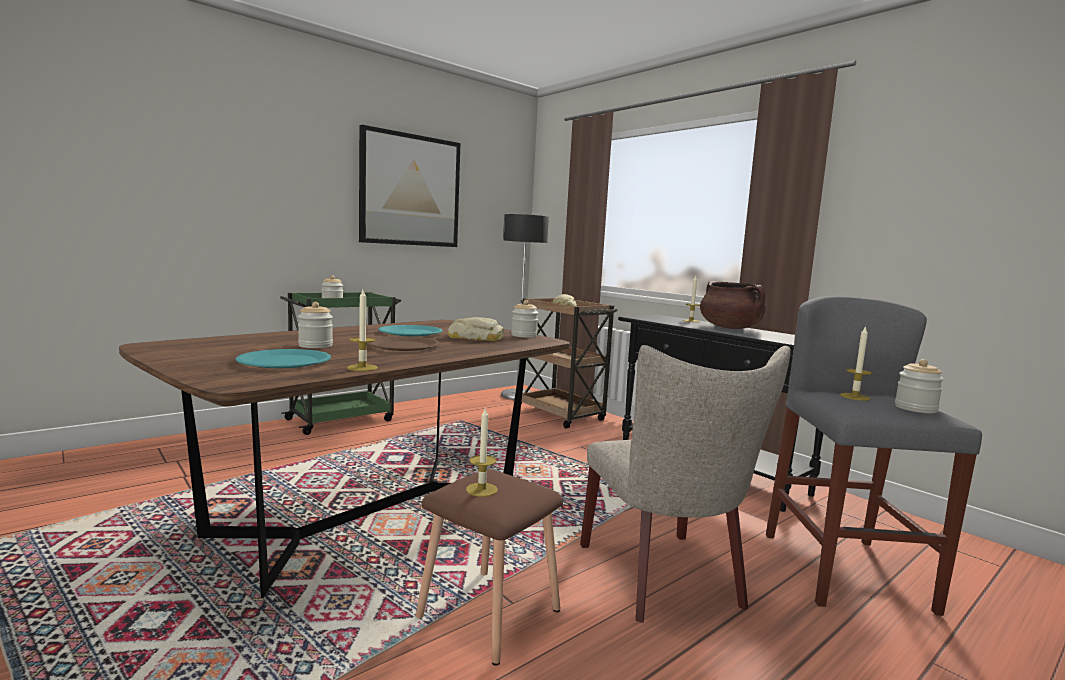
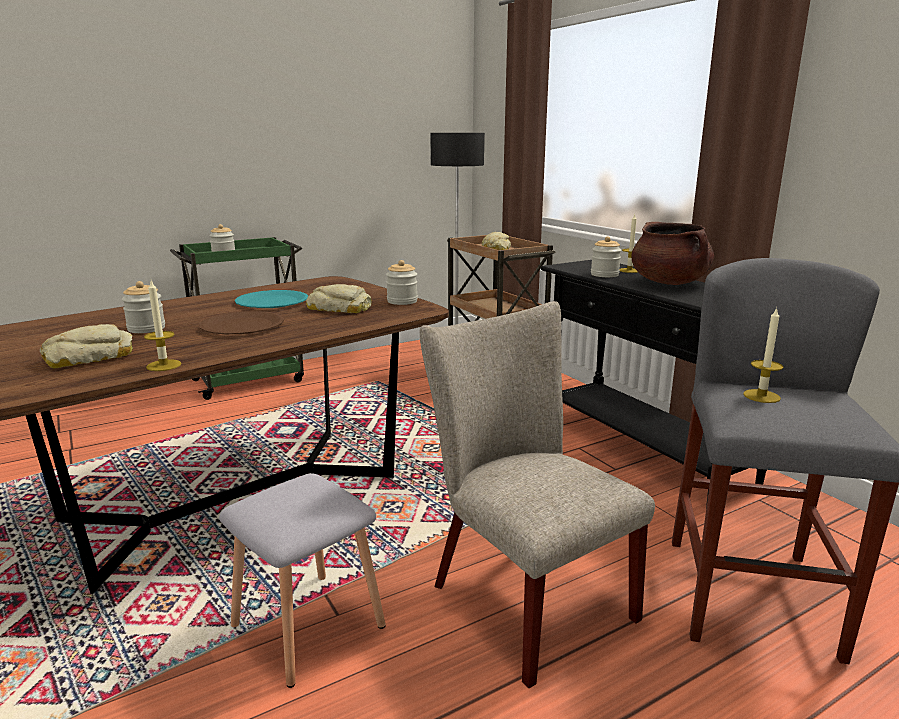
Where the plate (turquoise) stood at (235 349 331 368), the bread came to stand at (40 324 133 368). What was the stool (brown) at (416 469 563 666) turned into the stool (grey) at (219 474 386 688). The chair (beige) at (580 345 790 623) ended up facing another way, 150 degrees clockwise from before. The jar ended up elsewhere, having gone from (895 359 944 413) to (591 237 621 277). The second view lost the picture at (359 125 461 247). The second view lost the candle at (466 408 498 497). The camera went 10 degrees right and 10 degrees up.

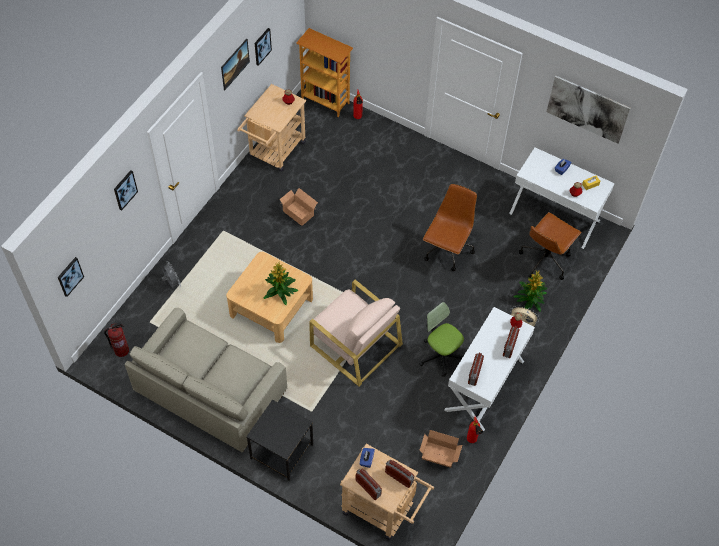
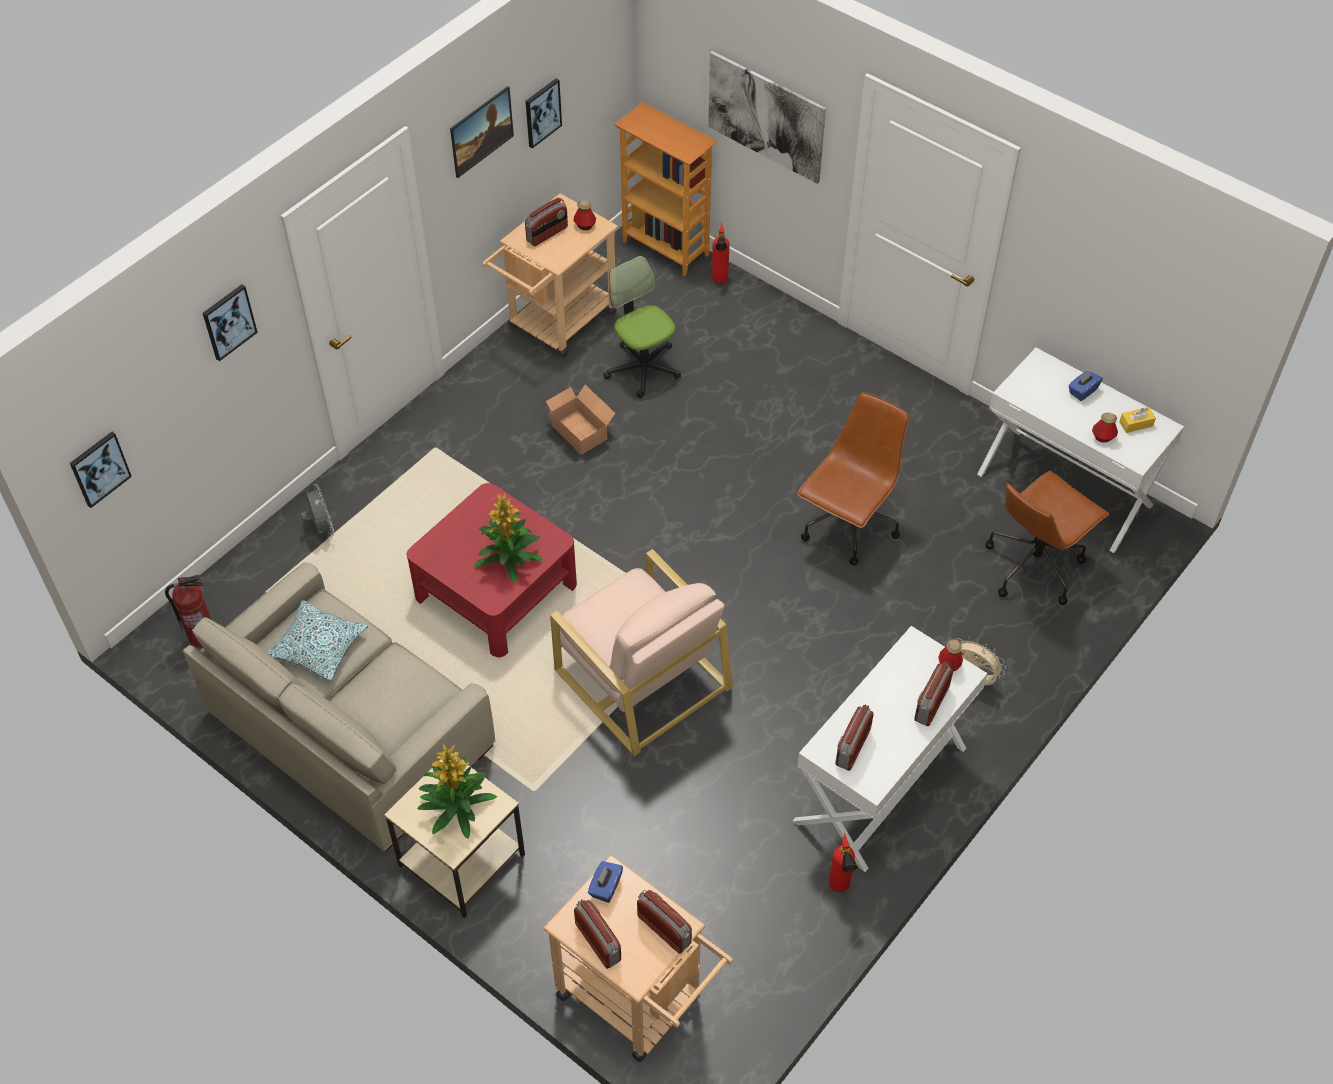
The second view gained the pillow at (267 601 368 680). What was the side table (black) at (246 400 313 481) turned into the side table (beige) at (384 753 525 918). What was the coffee table (beige) at (226 252 313 343) turned into the coffee table (red) at (406 483 577 657). The potted plant ended up elsewhere, having gone from (514 270 548 312) to (417 744 497 839). The second view gained the radio at (525 198 568 246). The office chair ended up elsewhere, having gone from (419 302 464 377) to (603 256 681 398). The picture ended up elsewhere, having gone from (547 76 631 144) to (708 51 826 184). The second view lost the cardboard box at (420 430 462 468). The camera went 10 degrees right and 5 degrees down.

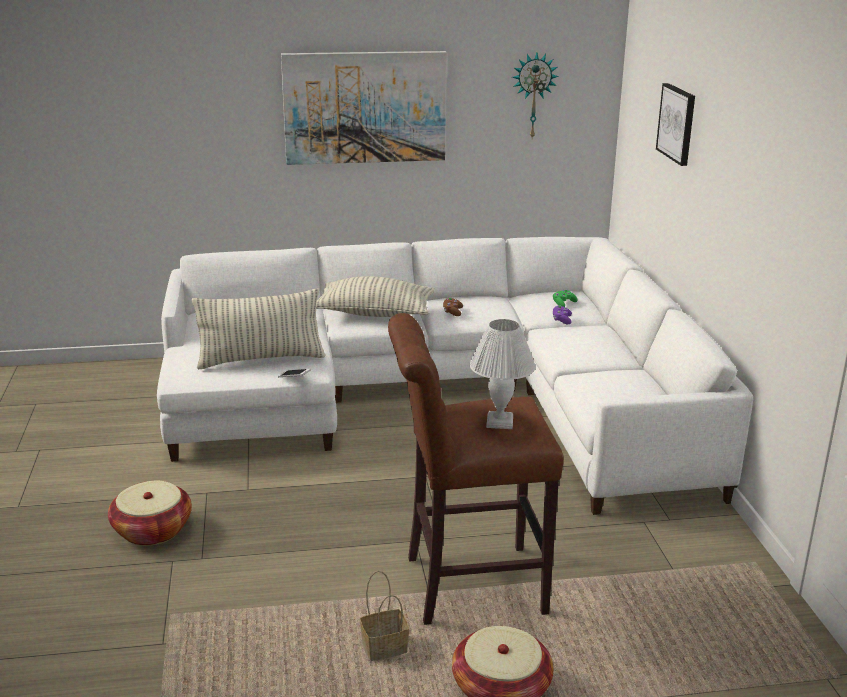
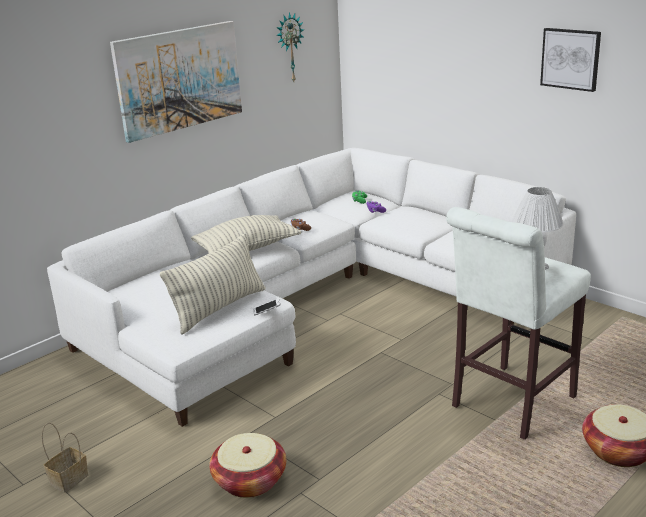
The basket ended up elsewhere, having gone from (360 571 409 661) to (42 423 89 492). What was the stool (brown) at (388 313 564 625) turned into the stool (white) at (446 207 591 440). The picture ended up elsewhere, having gone from (656 83 695 166) to (540 28 601 92). The camera went 35 degrees left and 0 degrees up.

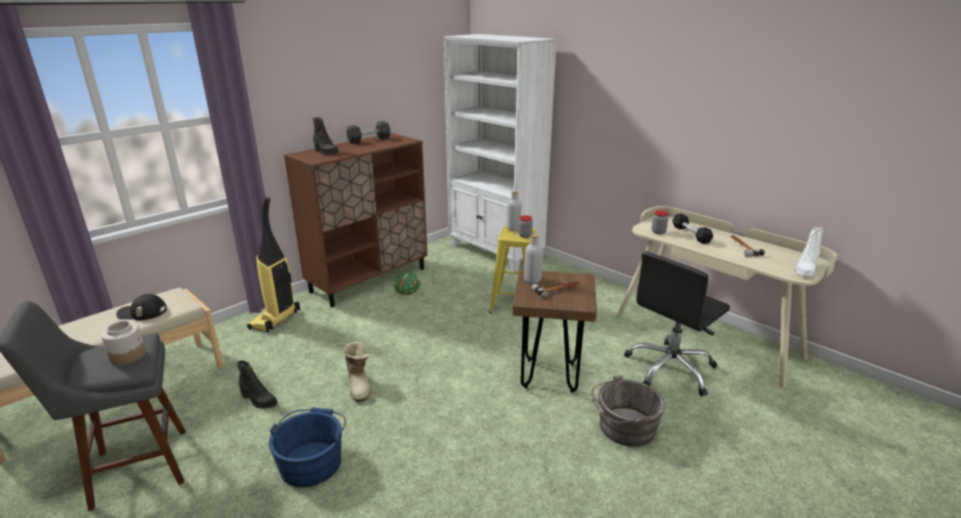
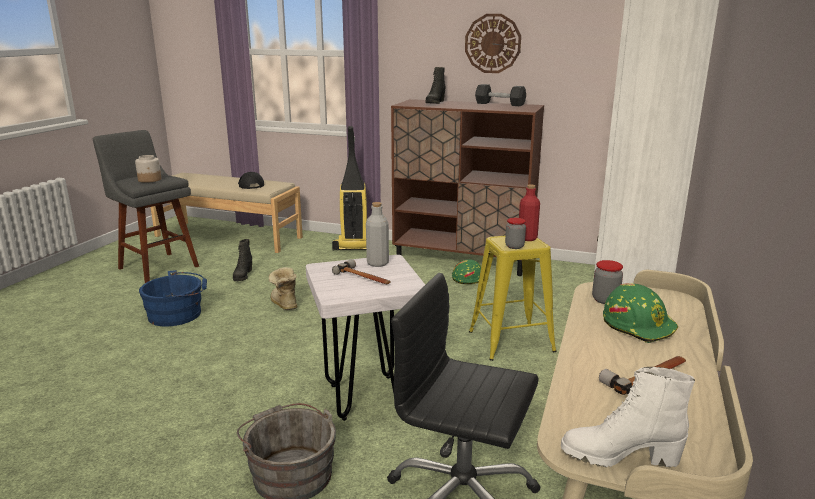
The boot at (345 341 372 402) ended up facing another way, 105 degrees clockwise from before. What was the stool (brown) at (512 270 597 393) turned into the stool (white) at (306 255 425 421). The second view gained the wall clock at (465 14 521 73). What was the bottle (grey) at (507 191 522 231) turned into the bottle (red) at (519 184 540 241). Where the dumbbell (black) stood at (672 214 713 244), the hard hat (green) came to stand at (603 283 678 343). The camera went 65 degrees right and 5 degrees down.

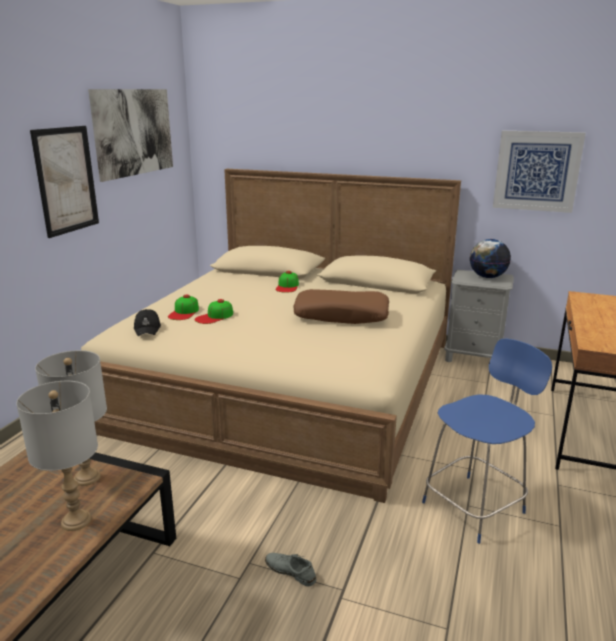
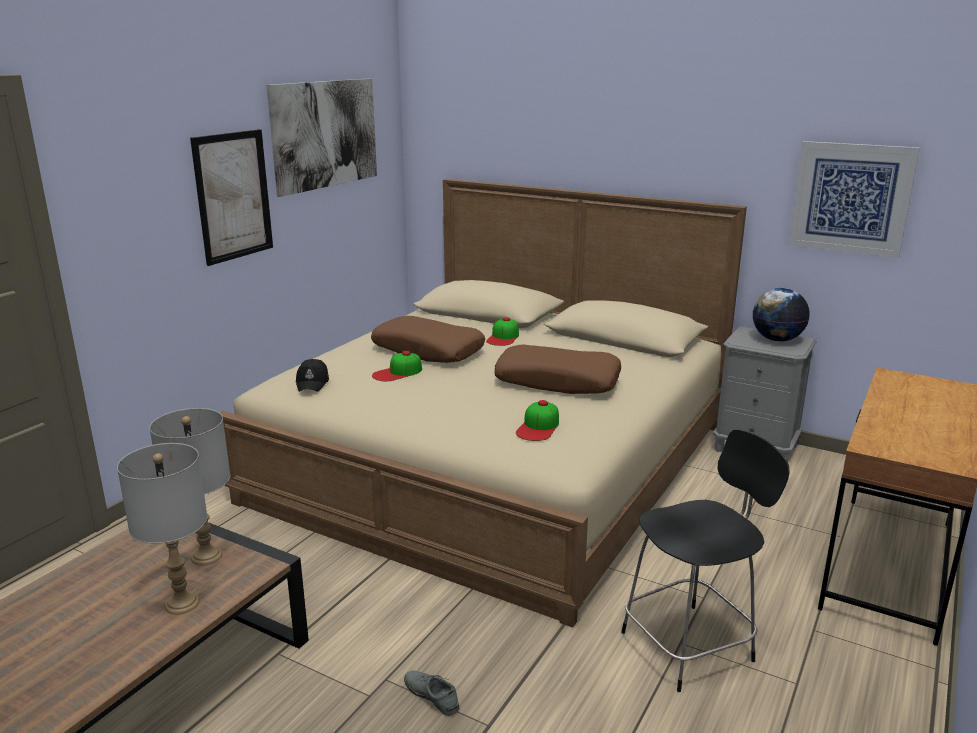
The second view gained the pillow (brown) at (371 316 485 363). The cap ended up elsewhere, having gone from (168 295 199 320) to (516 400 559 441). What was the stool (blue) at (422 339 552 544) turned into the stool (black) at (621 429 790 692). The camera went 10 degrees right and 0 degrees up.

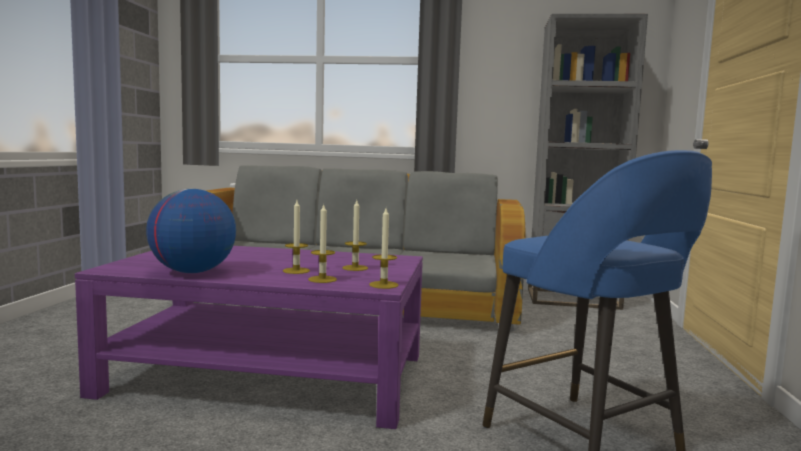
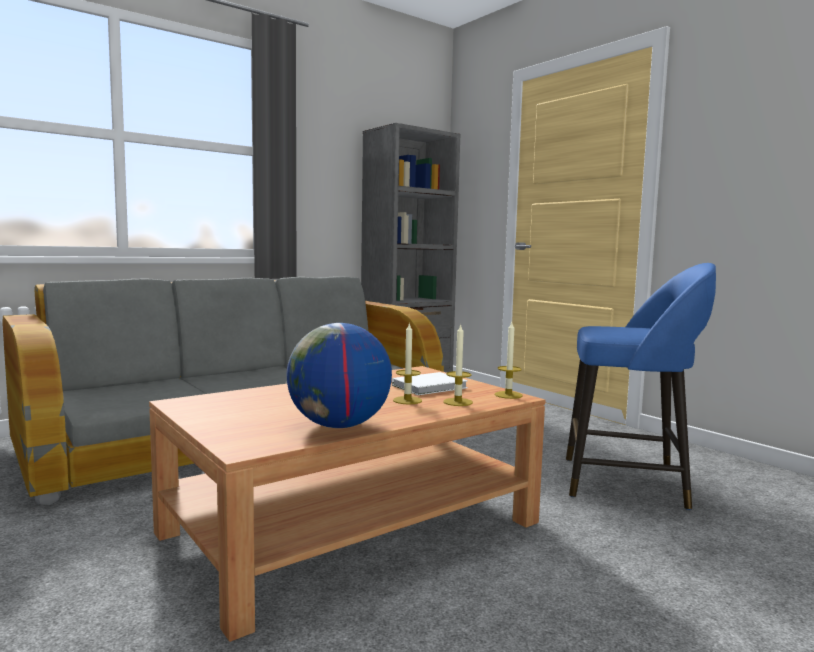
What was the coffee table (purple) at (75 246 423 429) turned into the coffee table (brown) at (149 366 545 642). Where the candle stood at (342 200 368 271), the book (white) came to stand at (392 372 468 395). The camera went 45 degrees left and 0 degrees up.

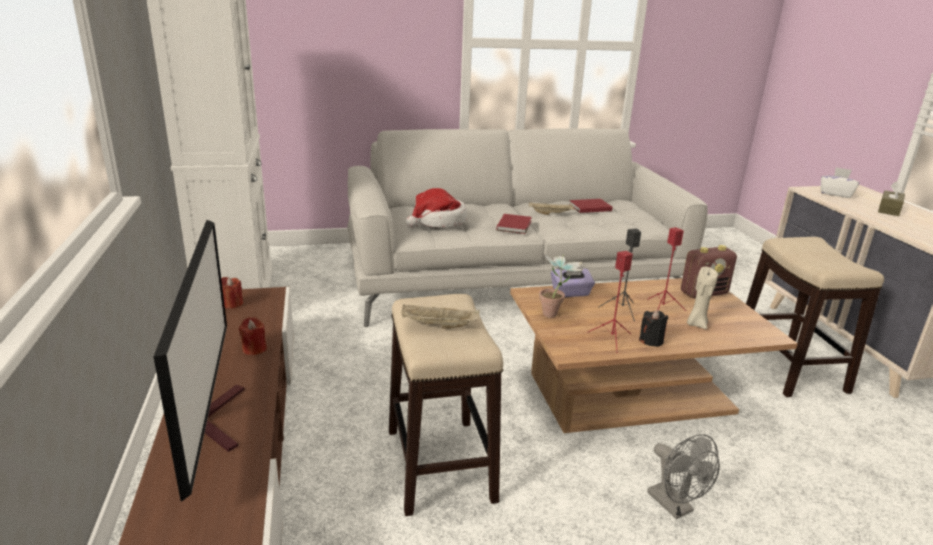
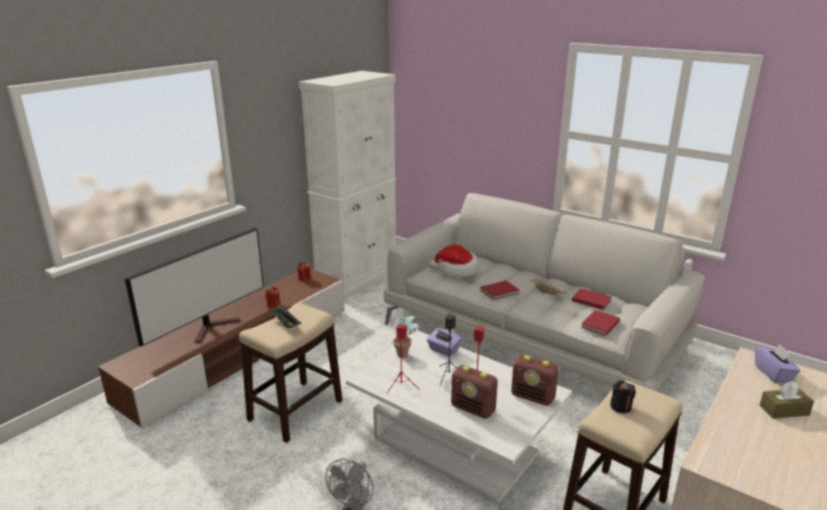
What was the tray (beige) at (401 304 479 329) turned into the tray (black) at (269 304 301 328). What was the coffee table (brown) at (510 278 798 433) turned into the coffee table (white) at (346 330 572 503). Where the candle (beige) stood at (687 267 718 329), the radio came to stand at (451 365 498 419). The second view gained the book (red) at (581 310 620 336). The candle (black) ended up elsewhere, having gone from (639 310 668 347) to (610 380 636 413). What was the tissue box (white) at (821 167 859 198) turned into the tissue box (purple) at (755 344 800 383). The camera went 50 degrees right and 0 degrees up.

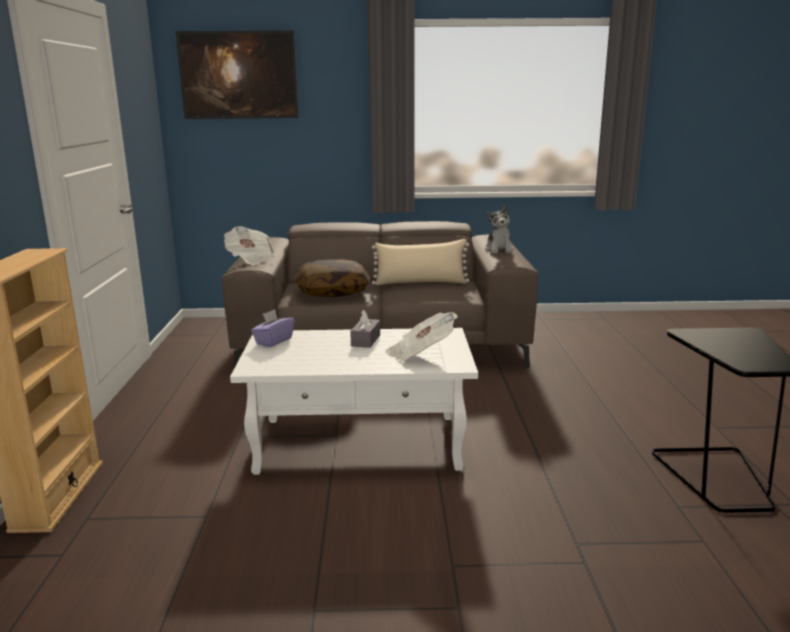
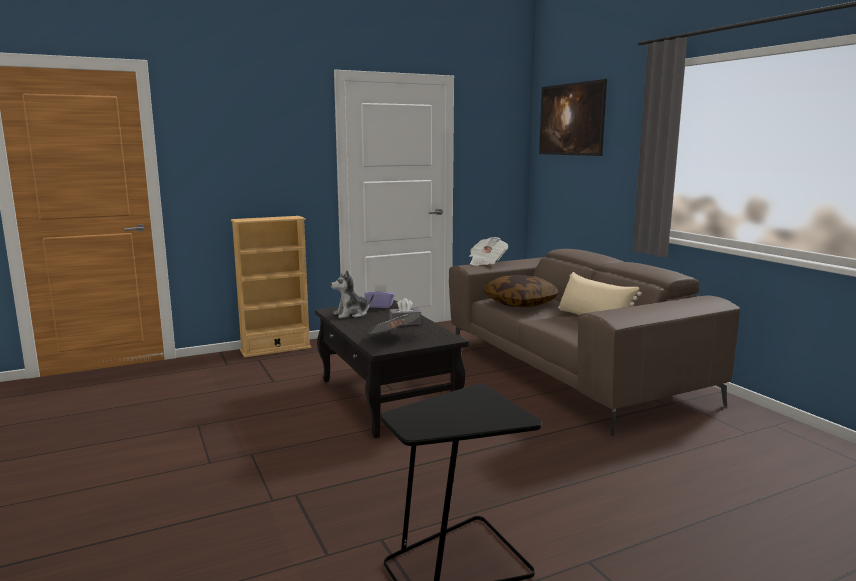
What was the coffee table (white) at (230 328 478 475) turned into the coffee table (black) at (315 300 469 438). The plush toy ended up elsewhere, having gone from (485 205 514 253) to (331 270 374 318). The camera went 65 degrees right and 5 degrees down.

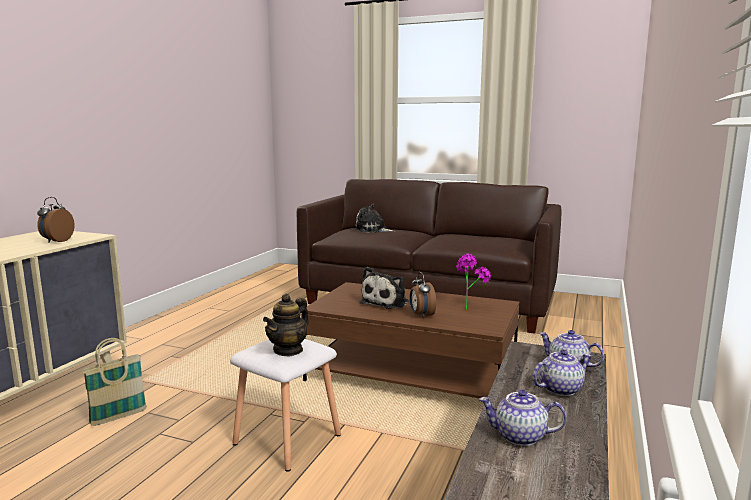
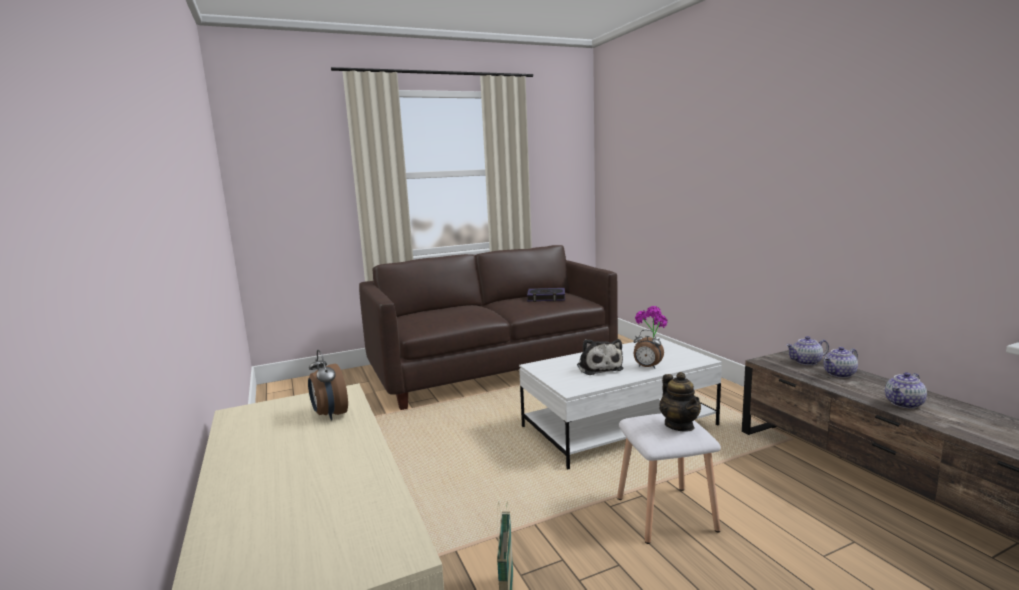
What was the coffee table (brown) at (301 282 519 398) turned into the coffee table (white) at (519 337 722 469). The second view gained the book at (527 288 565 302). The teapot at (532 350 591 396) ended up facing another way, 135 degrees counterclockwise from before. The second view lost the plush toy at (355 204 394 233). The camera went 45 degrees left and 0 degrees up.

